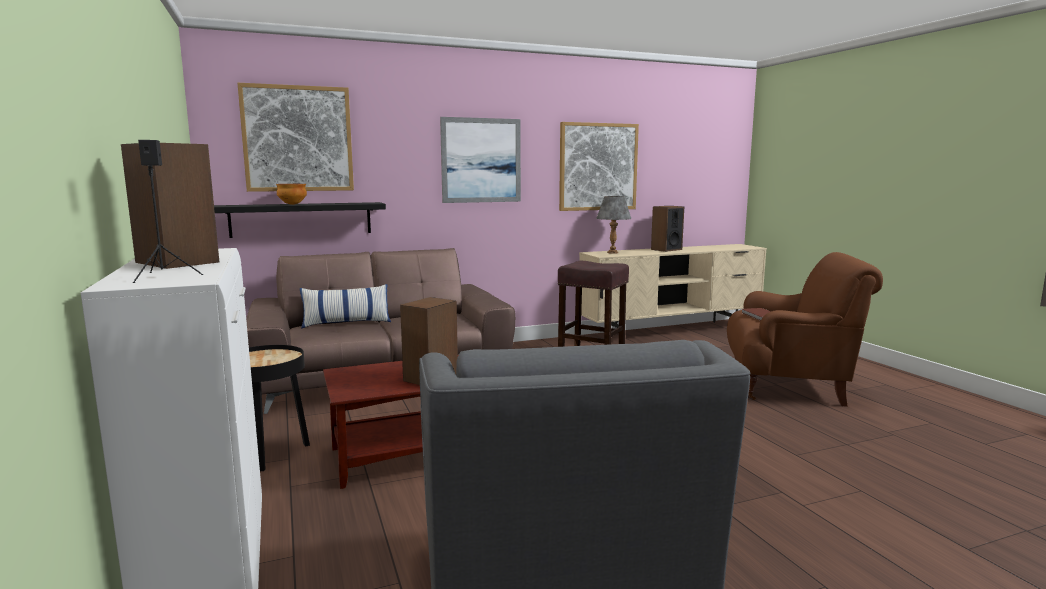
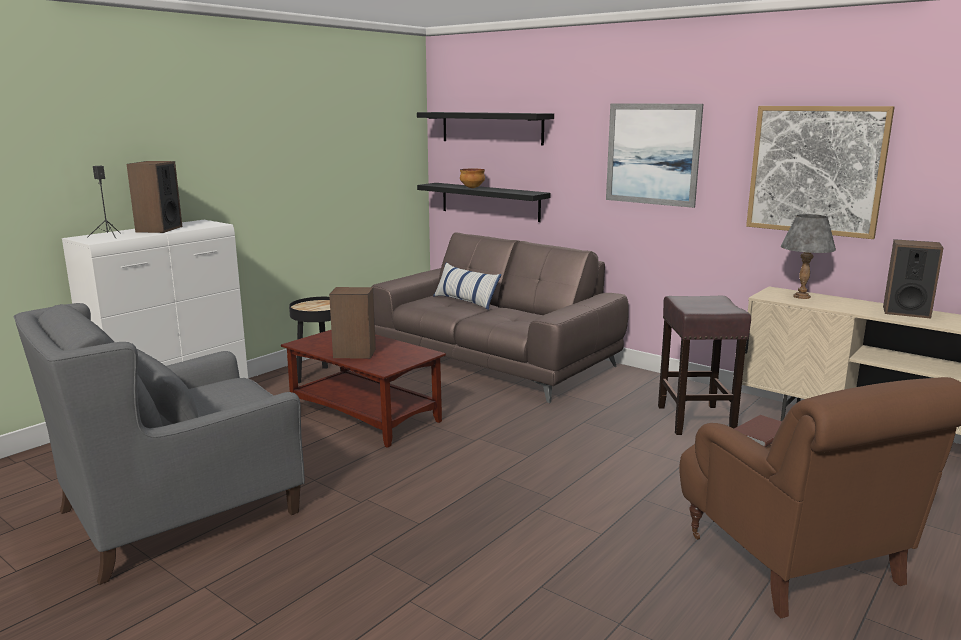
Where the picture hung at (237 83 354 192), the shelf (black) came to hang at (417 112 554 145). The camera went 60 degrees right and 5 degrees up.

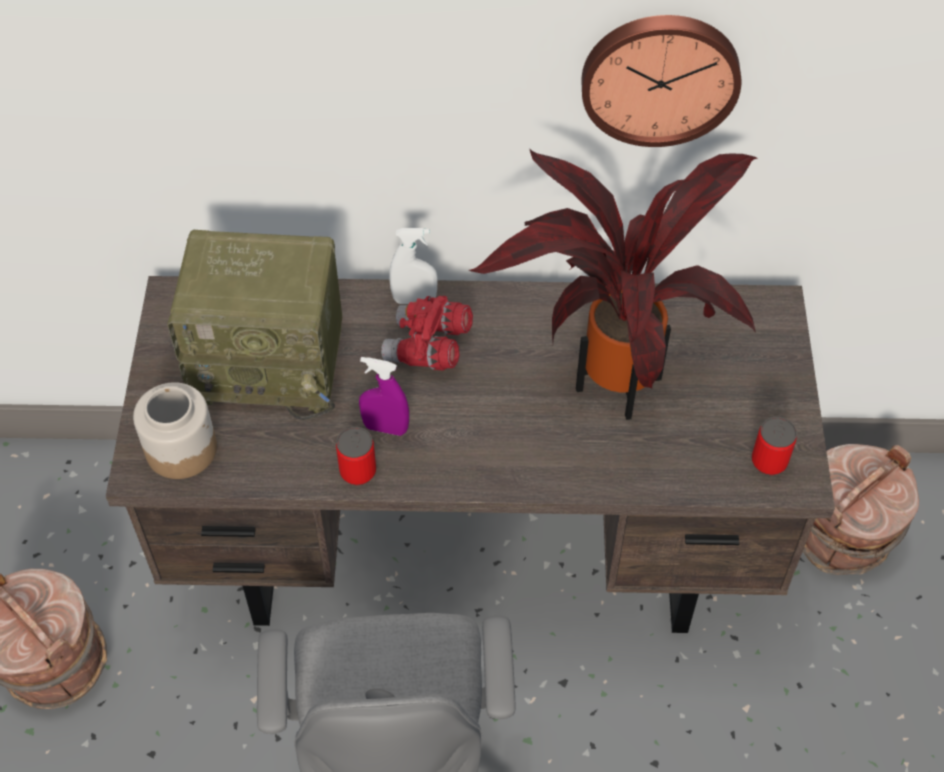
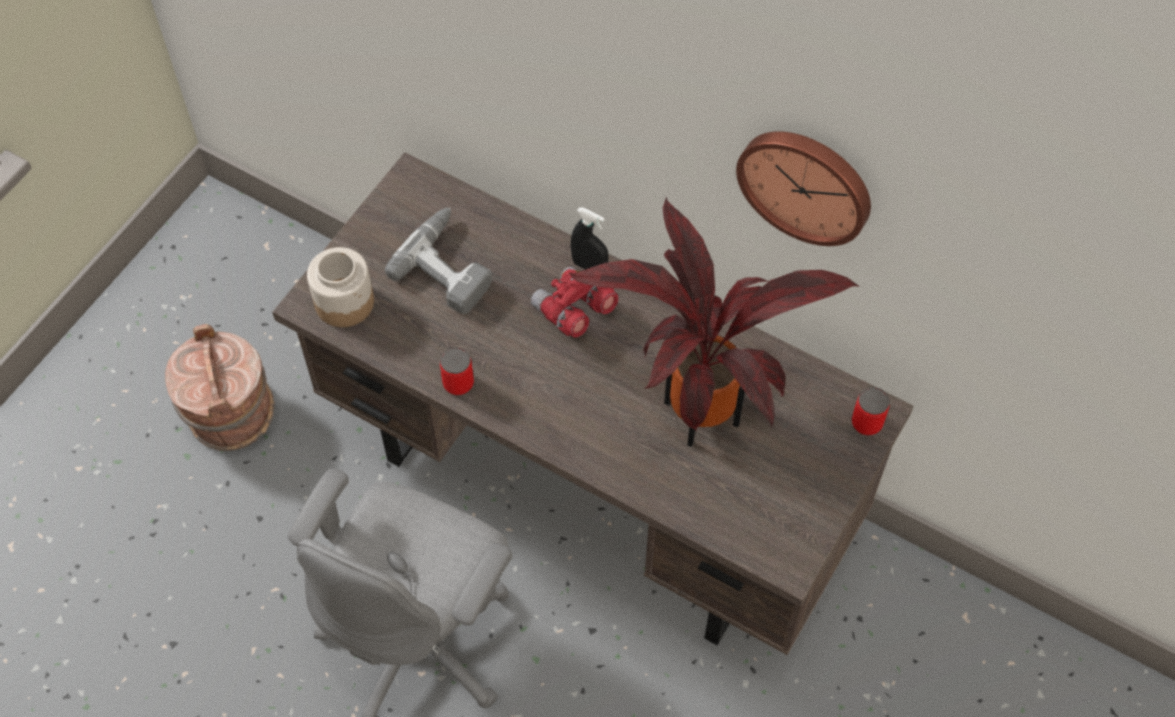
Where the radio stood at (167 230 342 420), the power drill came to stand at (385 207 492 314). What was the spray bottle (white) at (389 228 438 304) turned into the spray bottle (black) at (570 207 608 269). The can ended up elsewhere, having gone from (752 417 797 475) to (852 387 890 435). The second view lost the spray bottle (purple) at (359 357 409 436). The second view lost the bucket (brown) at (803 444 919 575). The camera went 30 degrees right and 5 degrees up.

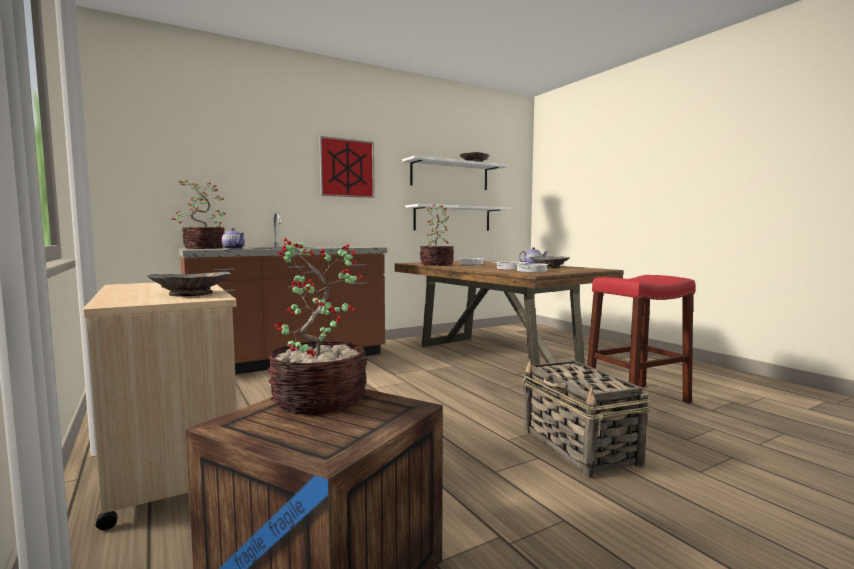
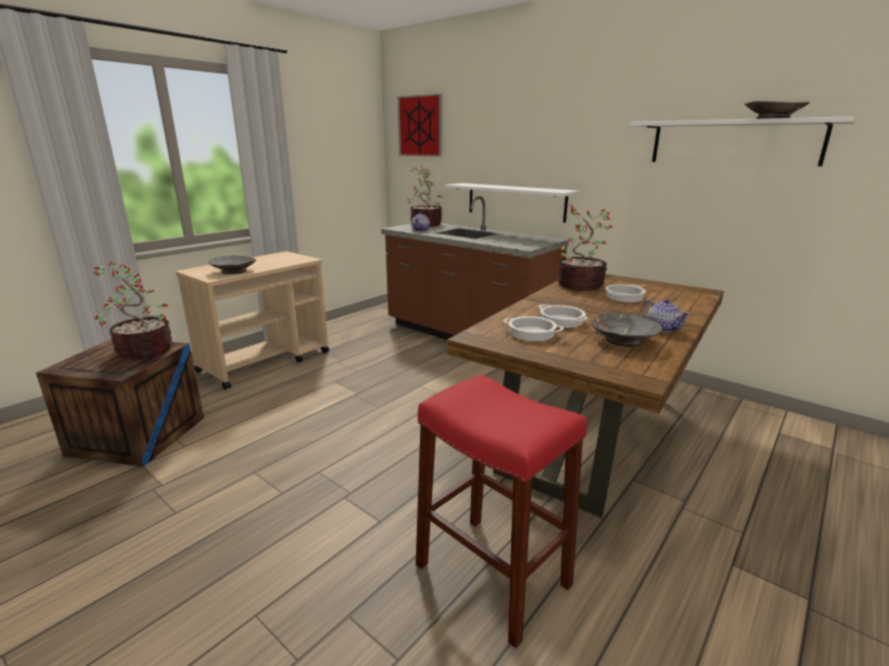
The picture ended up elsewhere, having gone from (319 136 375 198) to (398 94 442 157). The shelf (white) ended up elsewhere, having gone from (405 204 510 231) to (444 183 580 222). The second view lost the basket at (522 359 650 478). The camera went 70 degrees right and 15 degrees up.

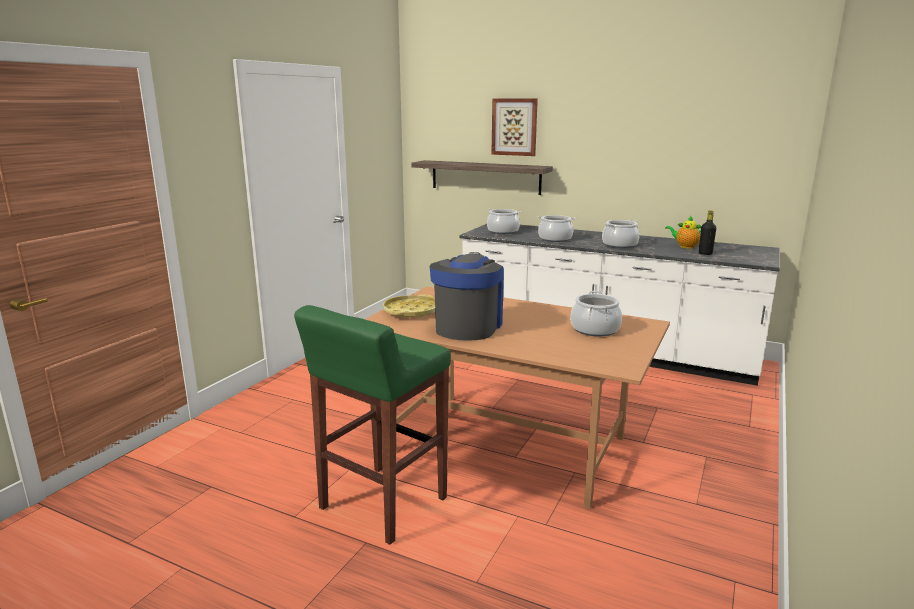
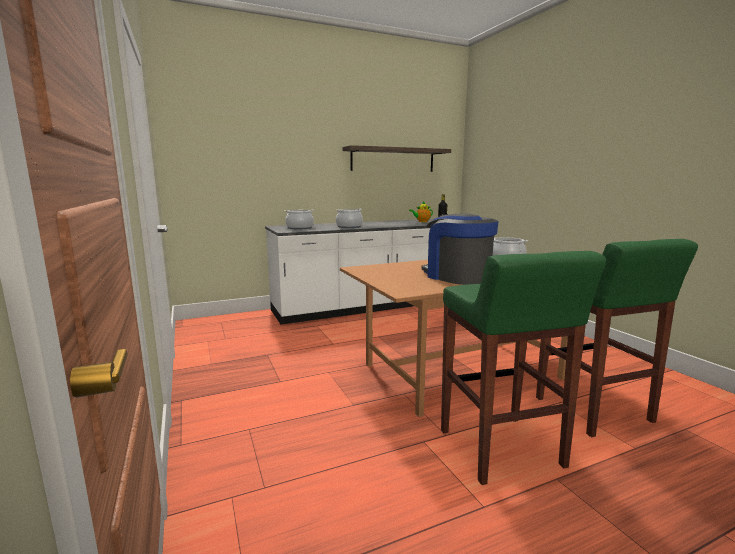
The shelf ended up elsewhere, having gone from (411 160 553 195) to (342 145 451 172). The second view gained the stool (green) at (536 239 698 437). The second view lost the tray (yellow) at (383 294 435 318). The second view lost the picture at (491 98 538 156). The second view lost the cooking pot at (602 220 640 248). The camera went 50 degrees left and 5 degrees down.

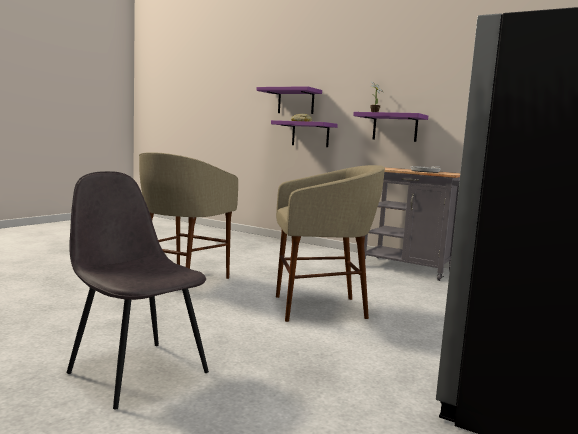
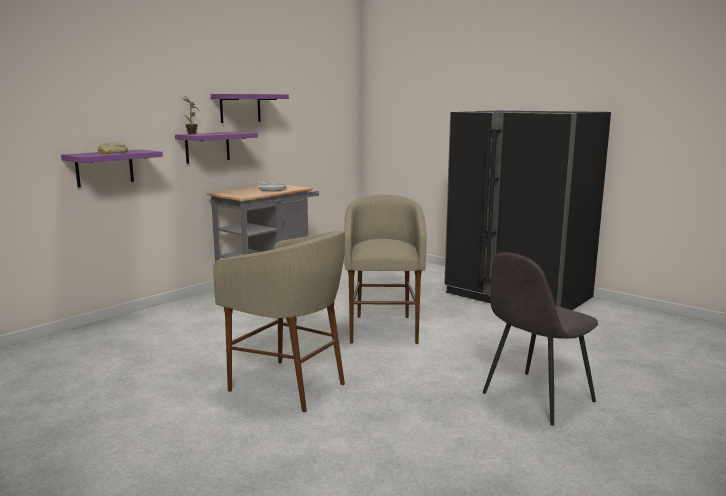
The shelf (purple) ended up elsewhere, having gone from (256 86 322 114) to (211 94 289 123). The camera went 80 degrees left and 5 degrees up.

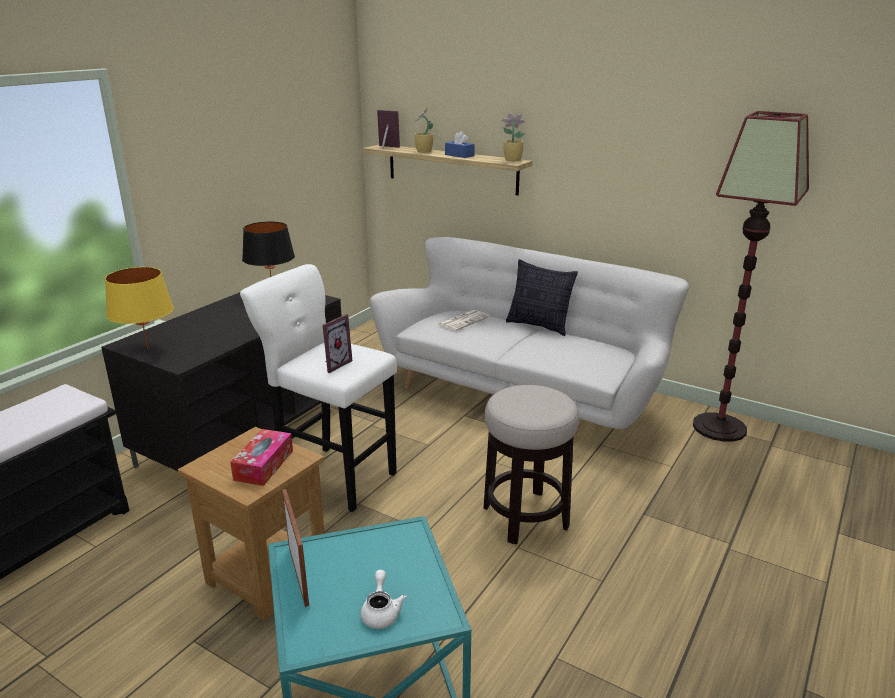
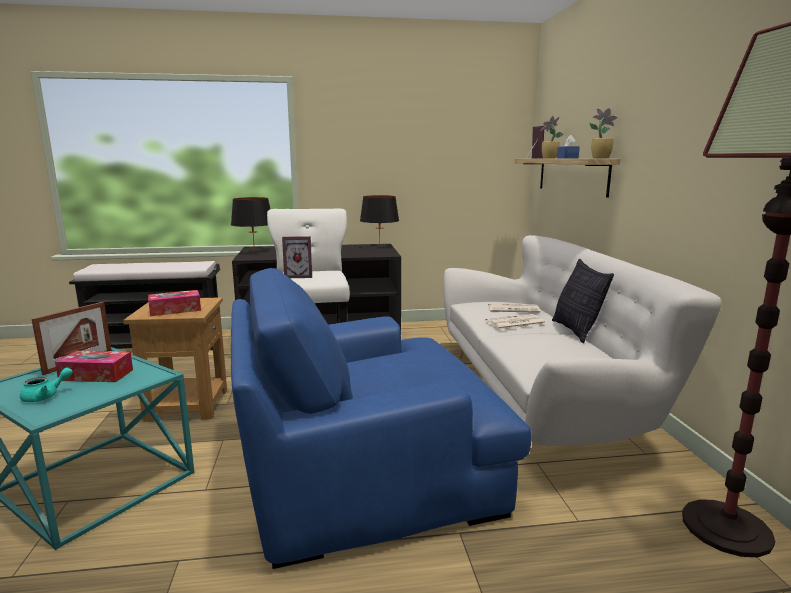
What was the teapot (white) at (361 570 407 629) turned into the teapot (turquoise) at (20 368 73 402). The second view gained the tissue box at (55 351 133 382). What was the table lamp (yellow) at (105 267 174 349) turned into the table lamp (black) at (231 197 270 251). Where the stool stood at (483 385 579 545), the armchair (blue) came to stand at (231 268 531 569). The second view gained the newspaper at (485 314 545 330). The camera went 50 degrees right and 10 degrees down.

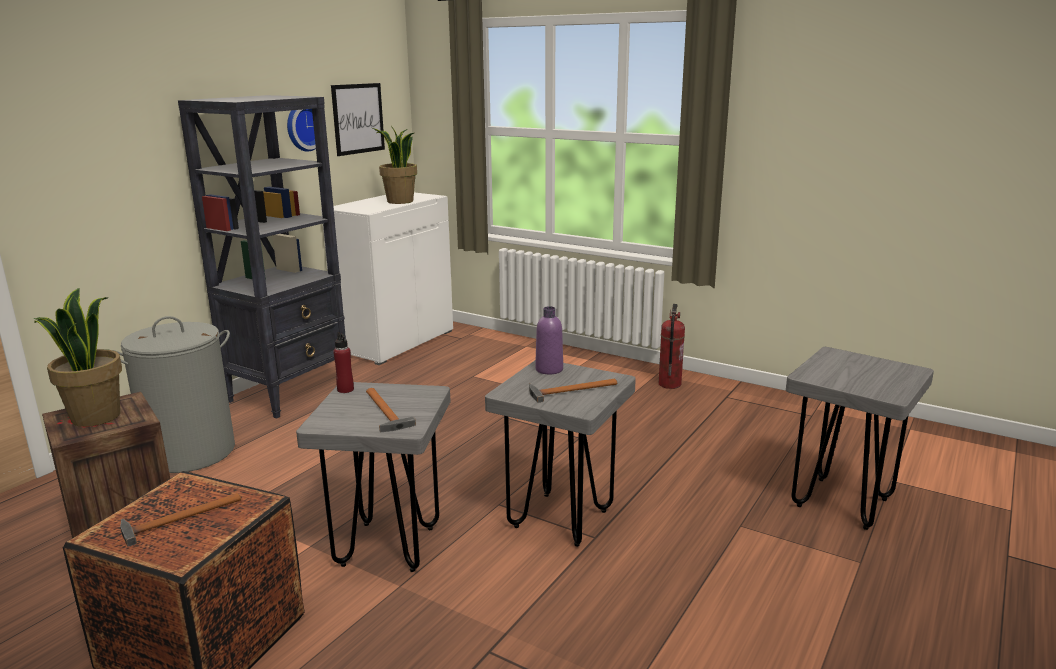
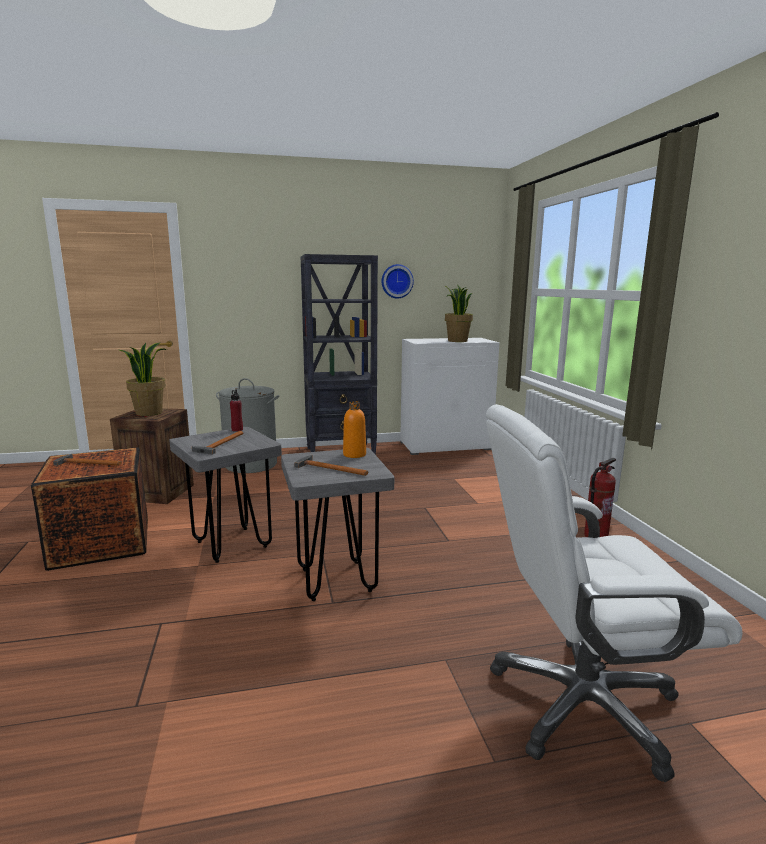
What was the bottle (purple) at (535 306 563 374) turned into the bottle (orange) at (343 401 366 458). Where the stool (grey) stood at (786 347 934 530), the office chair (white) came to stand at (486 404 743 782). The second view lost the picture at (331 83 385 156). The camera went 45 degrees right and 5 degrees down.

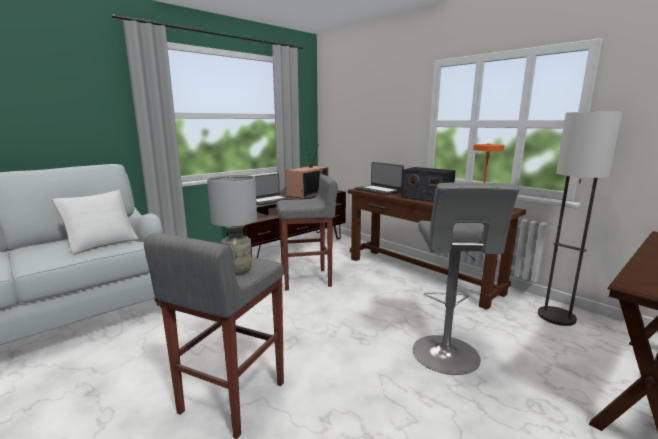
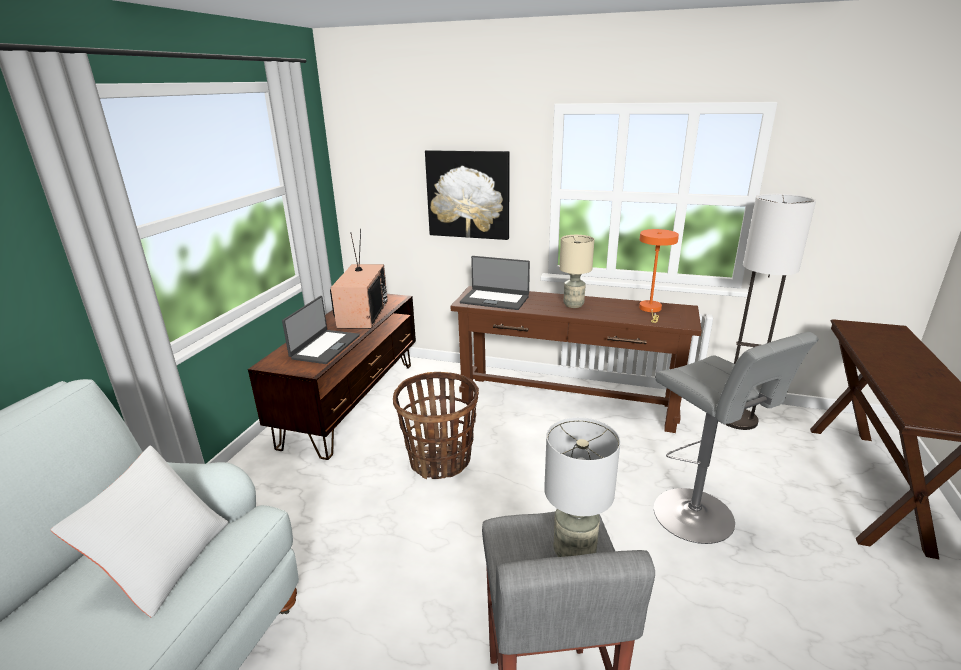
Where the stool (grey) stood at (276 175 338 291), the basket came to stand at (393 372 479 479). The second view gained the picture at (425 150 510 240). Where the radio stood at (401 167 456 202), the table lamp (beige) came to stand at (559 235 594 308). The camera went 30 degrees left and 10 degrees up.

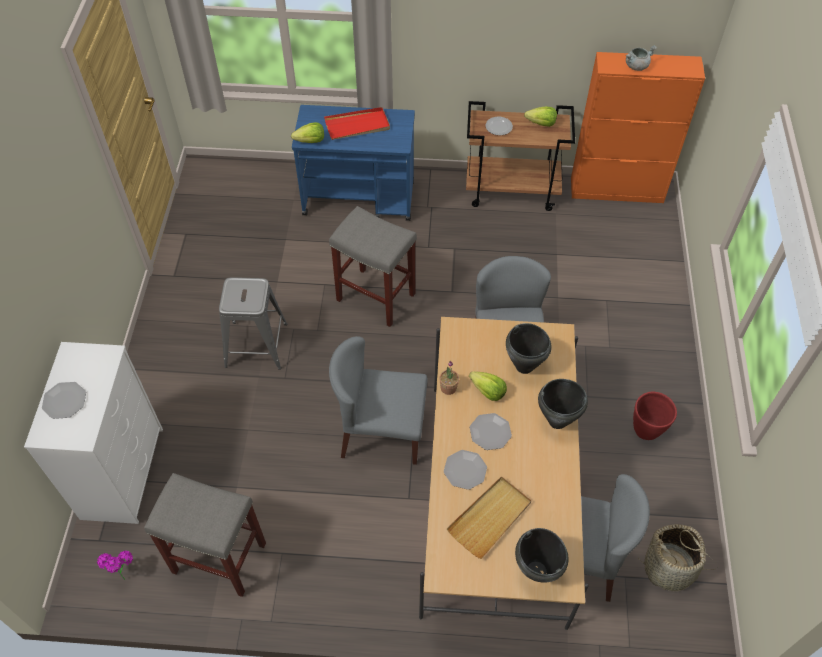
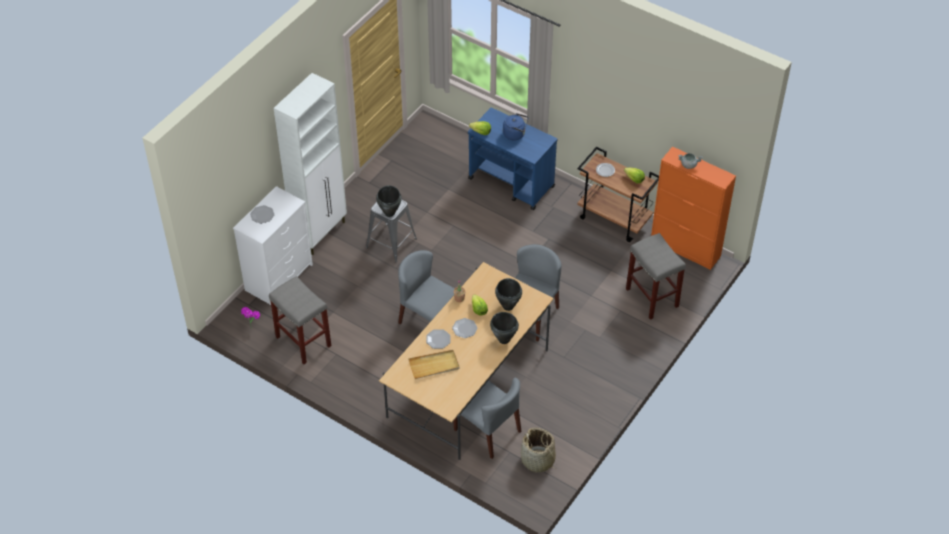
The second view gained the cabinet (white) at (274 73 347 255). The cooking pot (black) ended up elsewhere, having gone from (515 528 569 583) to (376 185 402 217). Where the tray (red) stood at (324 107 390 140), the kettle (blue) came to stand at (503 113 528 141). The stool (grey) ended up elsewhere, having gone from (329 206 417 327) to (626 233 686 320). The second view lost the planter (red) at (633 392 677 440). The camera went 30 degrees right and 5 degrees down.

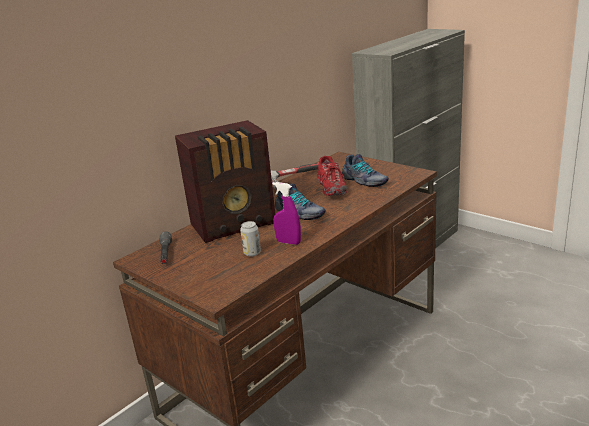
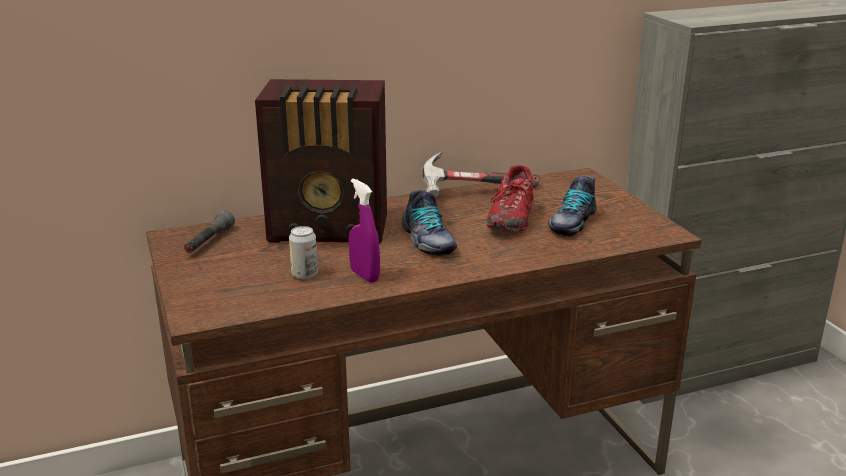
The shoe at (342 154 389 187) ended up facing another way, 45 degrees clockwise from before. The camera went 25 degrees right and 0 degrees up.

